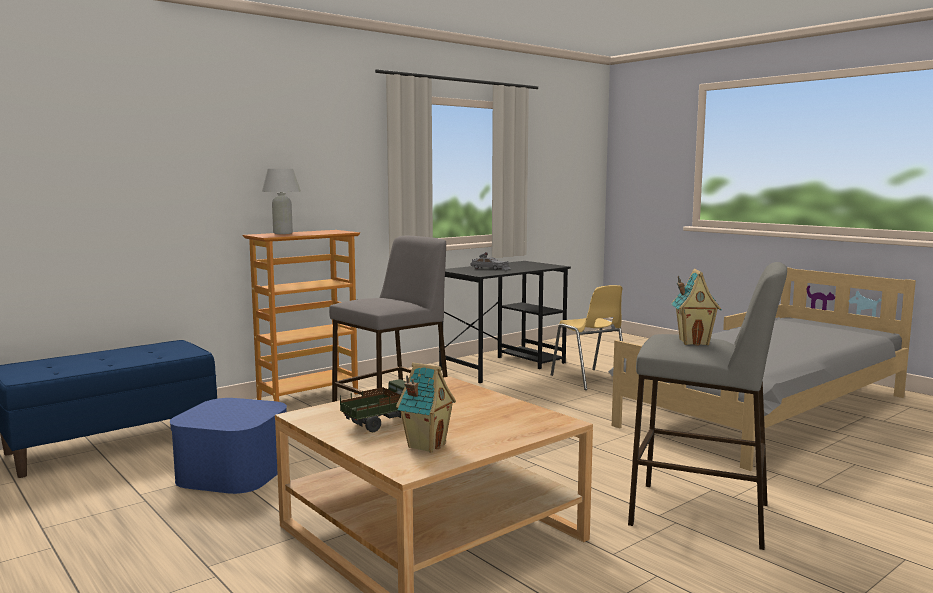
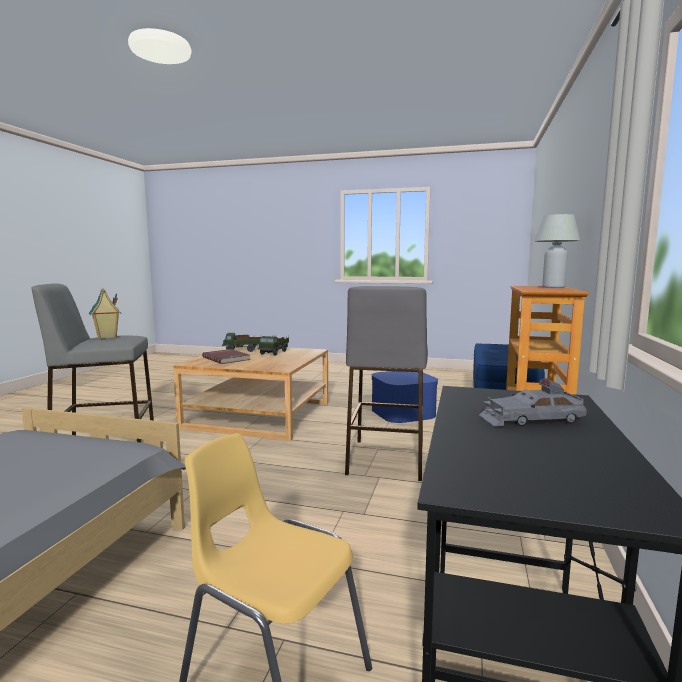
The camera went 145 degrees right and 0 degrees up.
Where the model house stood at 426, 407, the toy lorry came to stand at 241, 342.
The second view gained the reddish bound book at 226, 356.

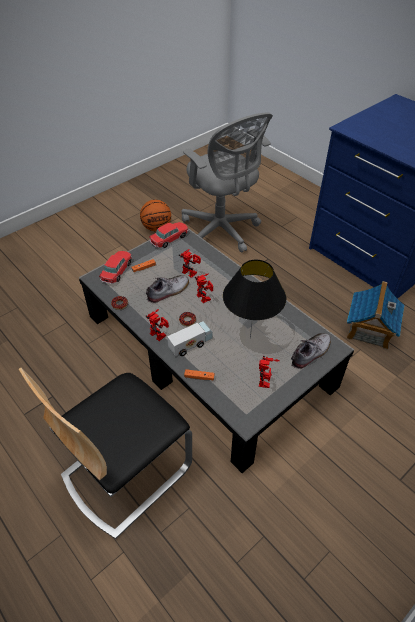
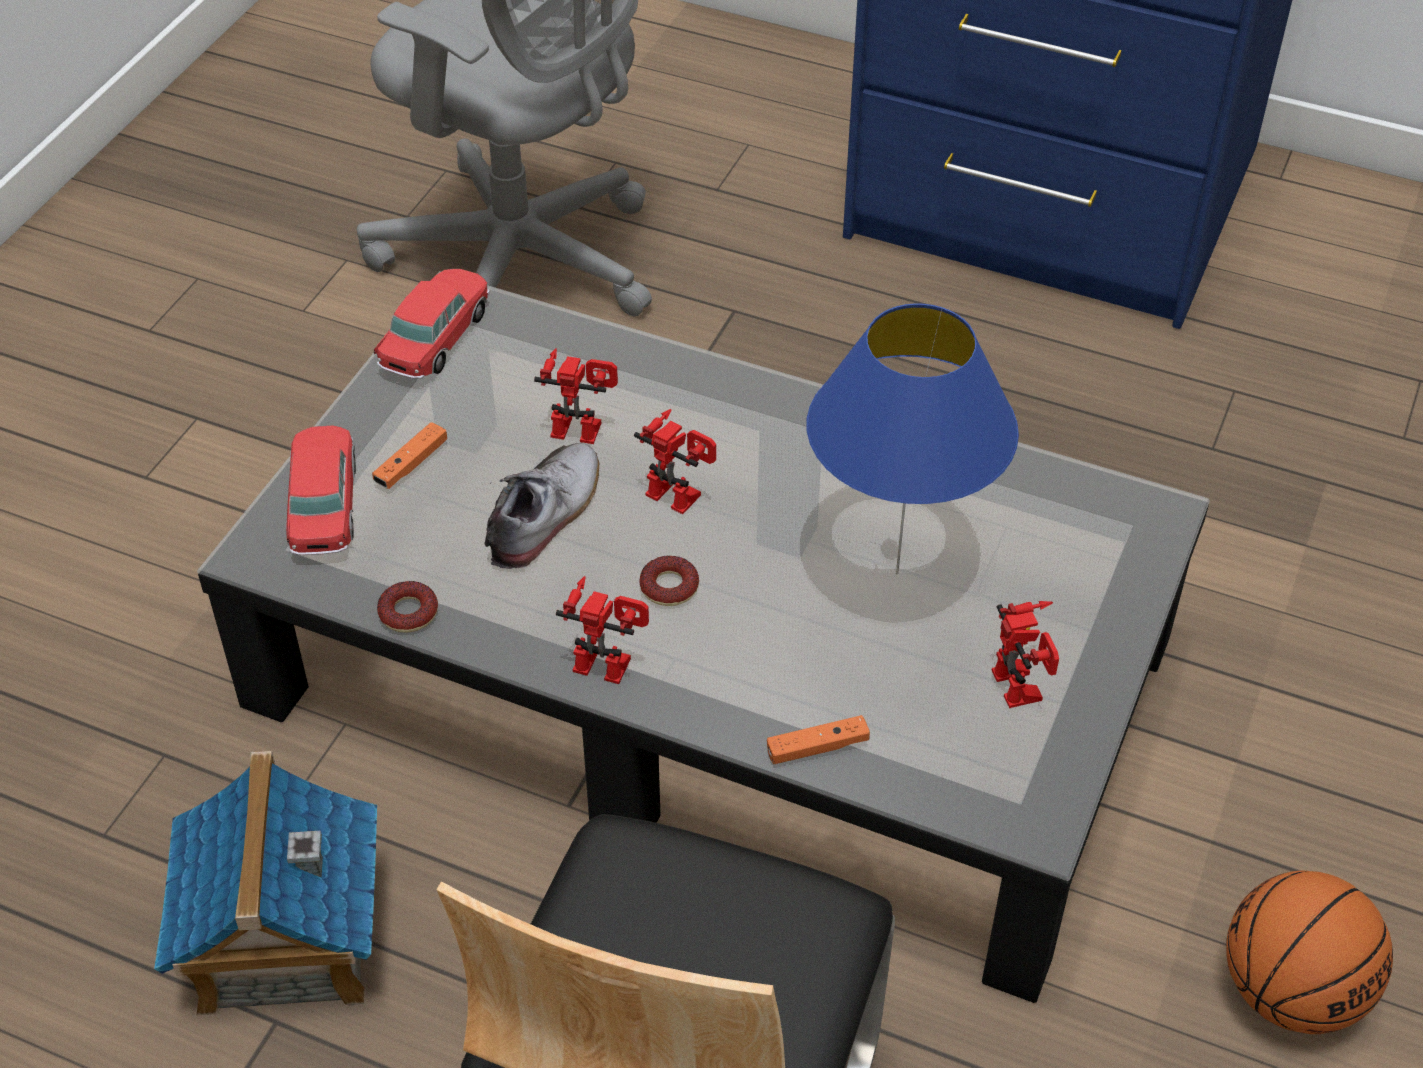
The camera went 25 degrees left and 0 degrees up.
The basketball ended up elsewhere, having gone from 155, 215 to 1309, 952.
What was the black lamp for a table at 254, 299 turned into the blue lamp for a table at 913, 438.
The model house ended up elsewhere, having gone from 376, 315 to 265, 883.
The second view lost the toy lorry at 190, 338.
The second view lost the shoe at 311, 351.

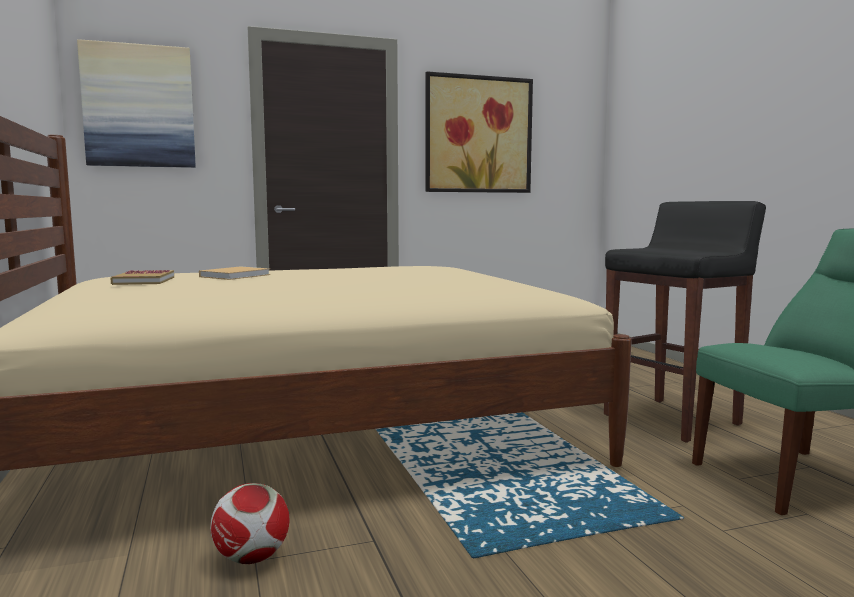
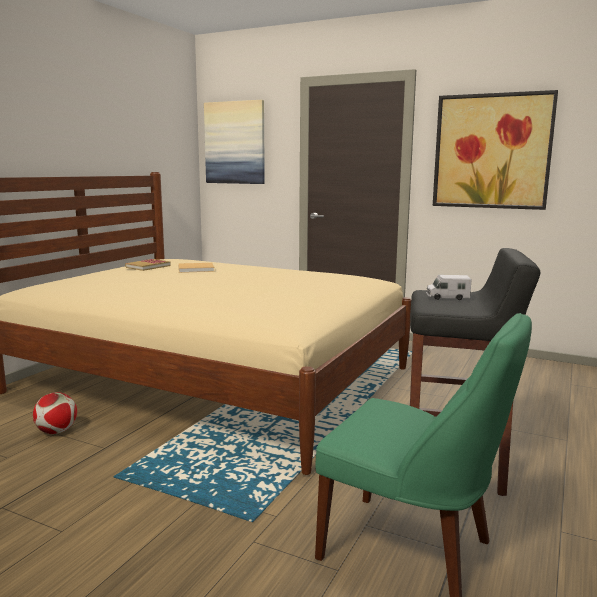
The camera went 45 degrees right and 5 degrees up.
The second view gained the toy lorry at 448, 287.

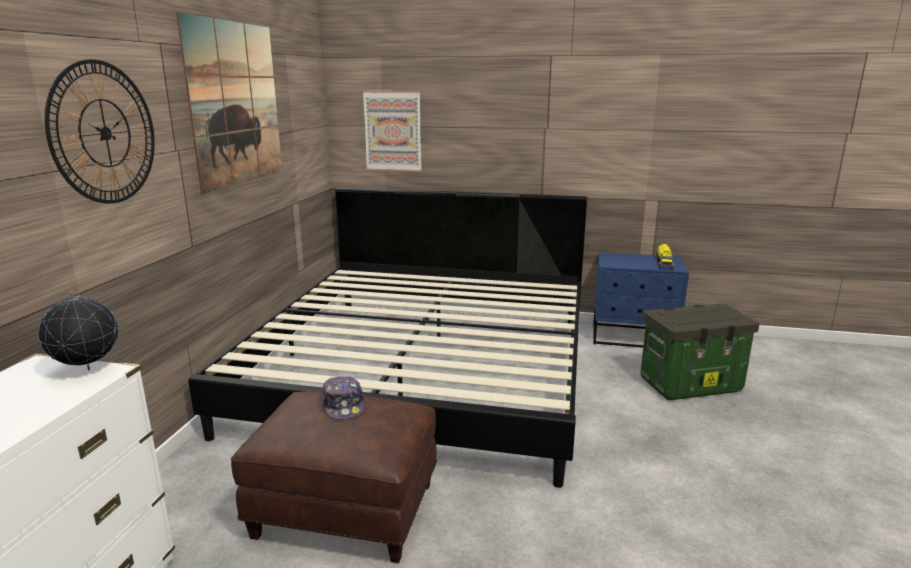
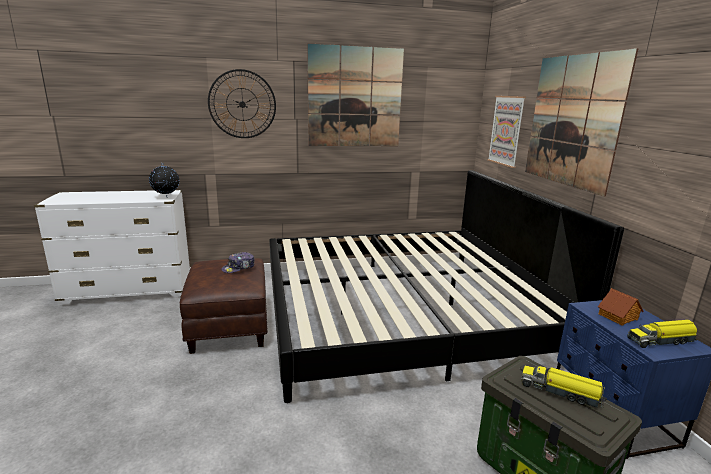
The camera went 65 degrees right and 0 degrees up.
The second view gained the wall picture at 582, 122.
The second view gained the model house at 620, 307.
The second view gained the toy lorry at 563, 386.

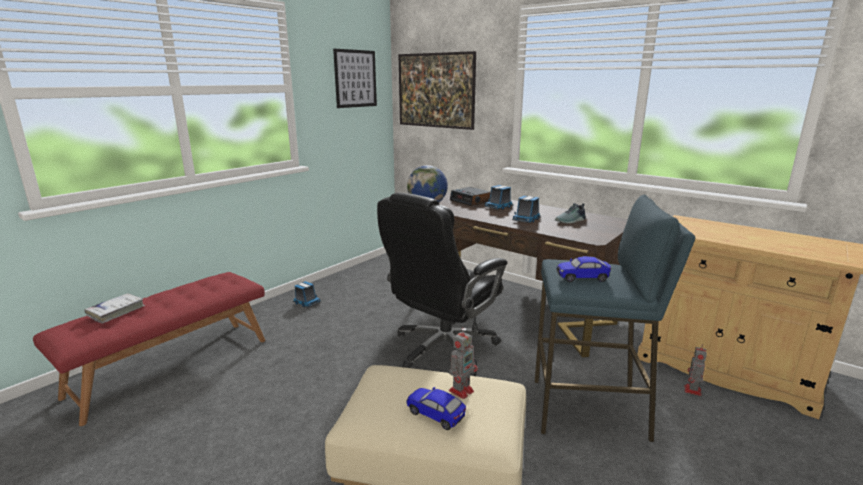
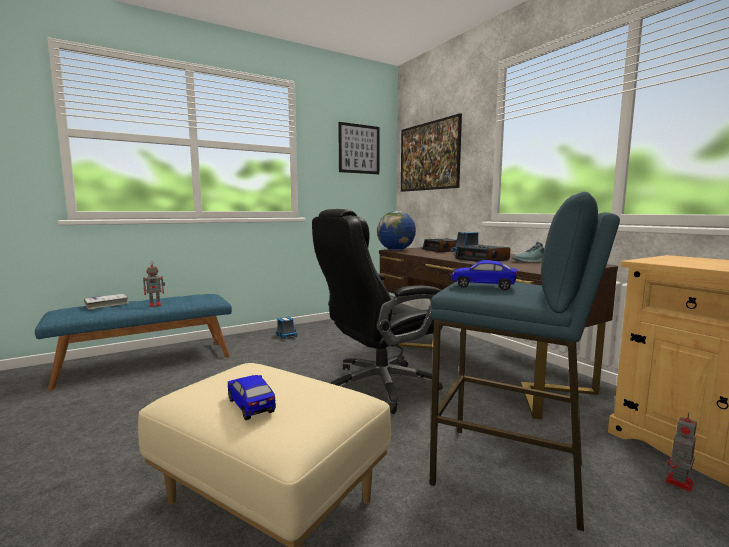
The camera went 20 degrees right and 10 degrees down.
Where the toy lorry stood at 526, 209, the bedside clock came to stand at 482, 253.
What was the reddish indoor bench at 149, 349 turned into the blue indoor bench at 133, 342.
The model robot ended up elsewhere, having gone from 463, 363 to 154, 284.

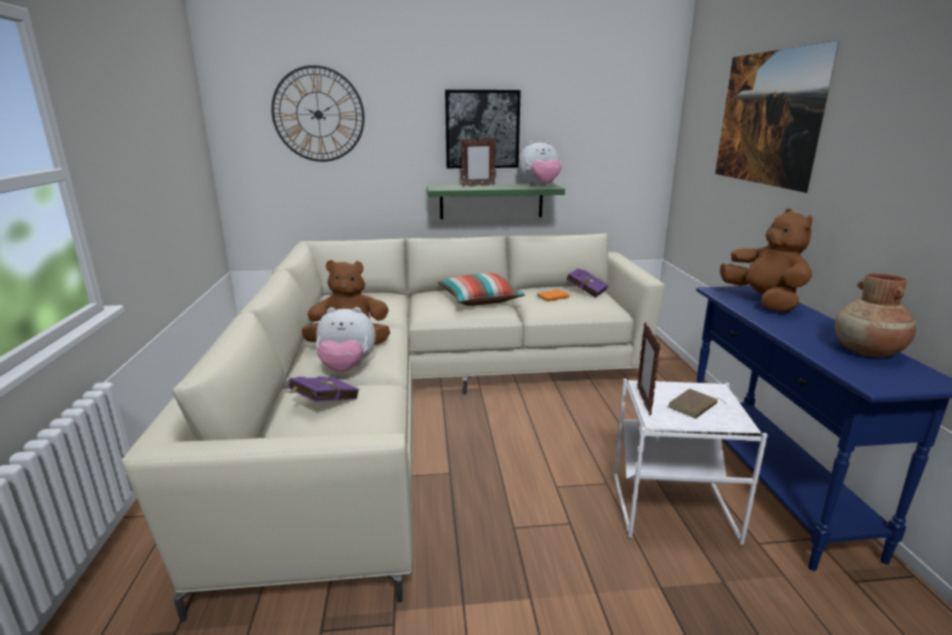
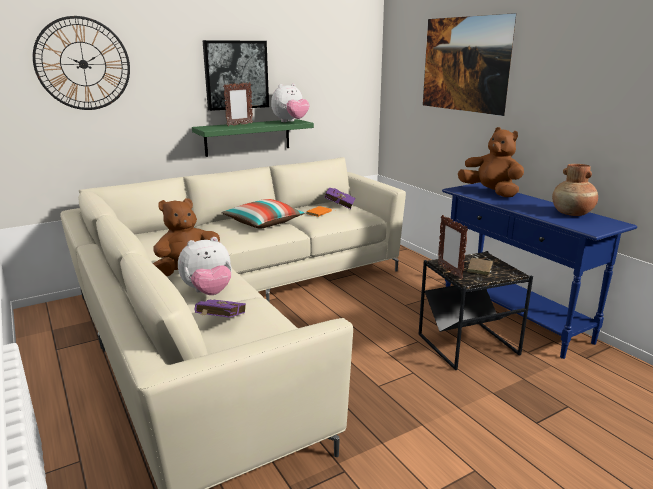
The camera went 25 degrees left and 0 degrees up.
What was the whitish end table at 690, 462 turned into the black end table at 475, 310.

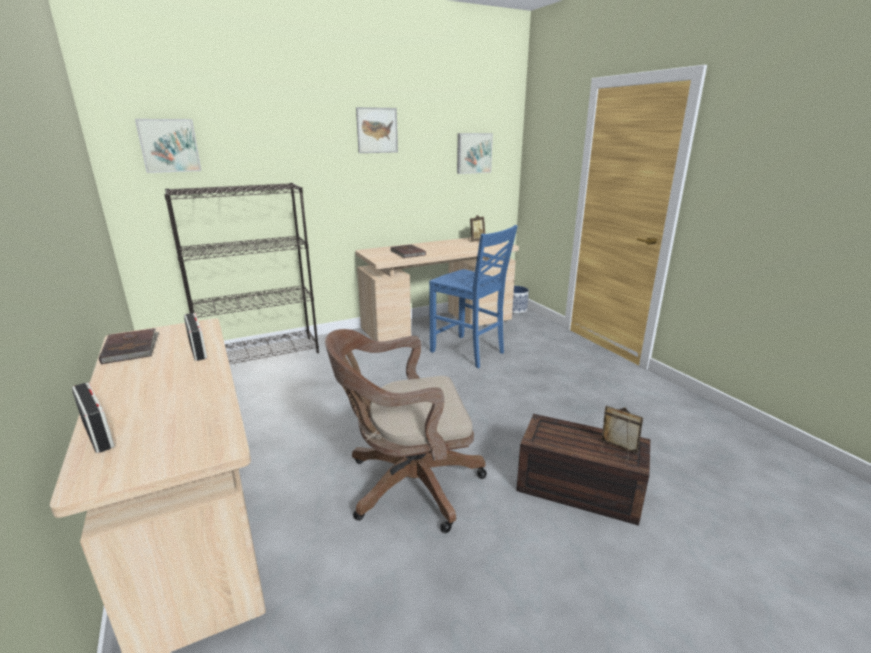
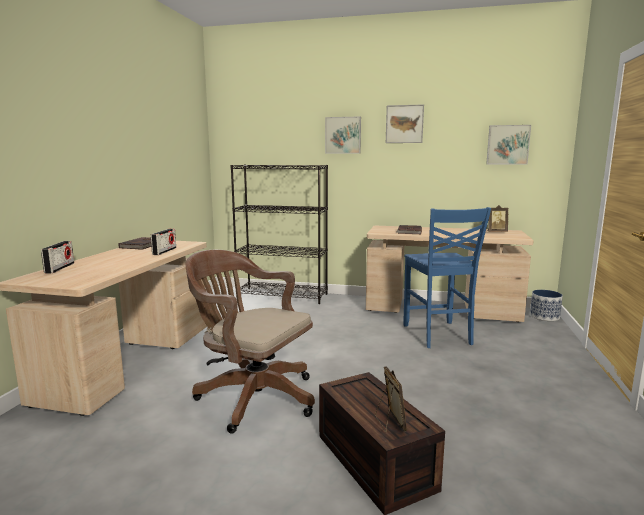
The camera went 40 degrees right and 10 degrees down.
The wall picture ended up elsewhere, having gone from 168, 146 to 343, 135.

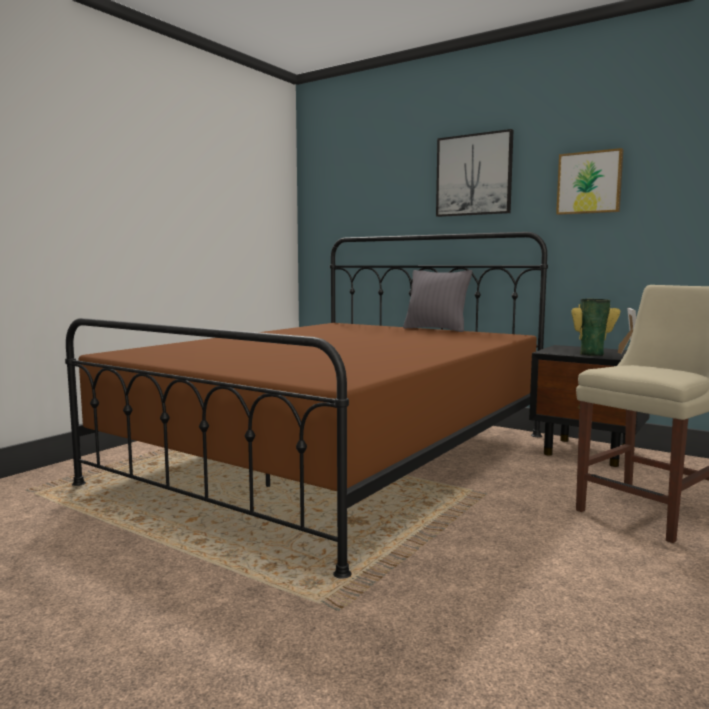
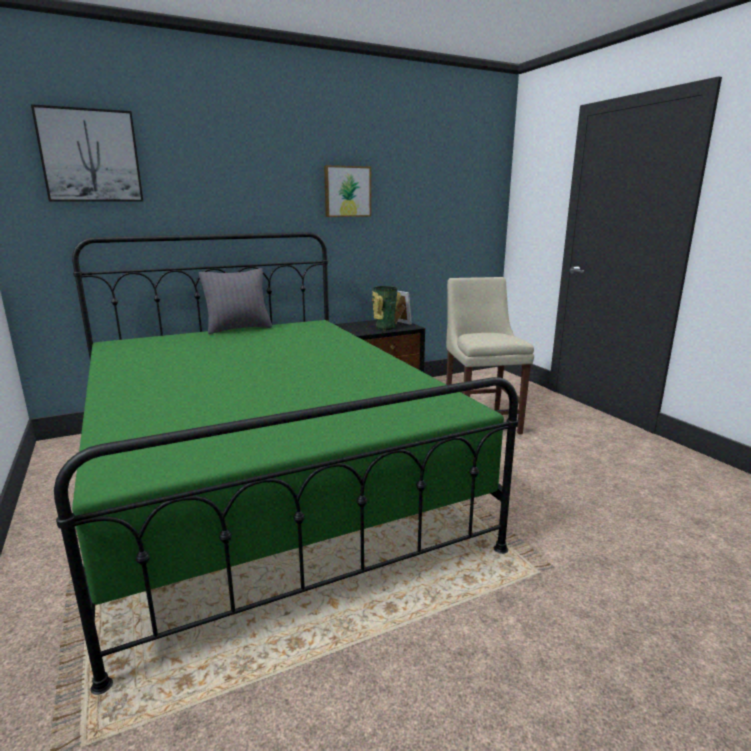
The camera went 60 degrees left and 10 degrees up.
The wall picture ended up elsewhere, having gone from 474, 173 to 87, 153.
What was the brownish bedroom bed at 306, 405 turned into the greenish bedroom bed at 286, 463.

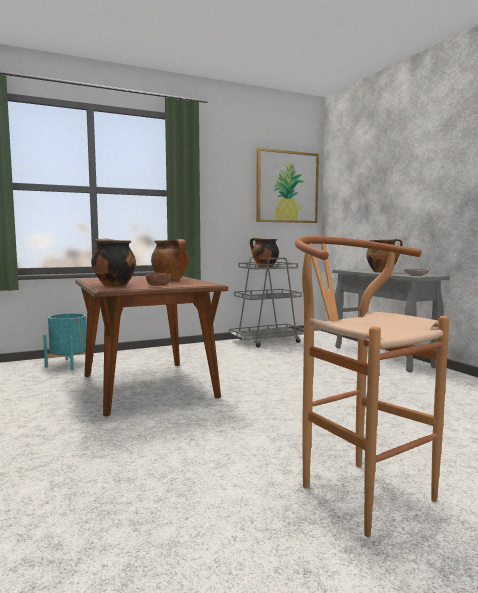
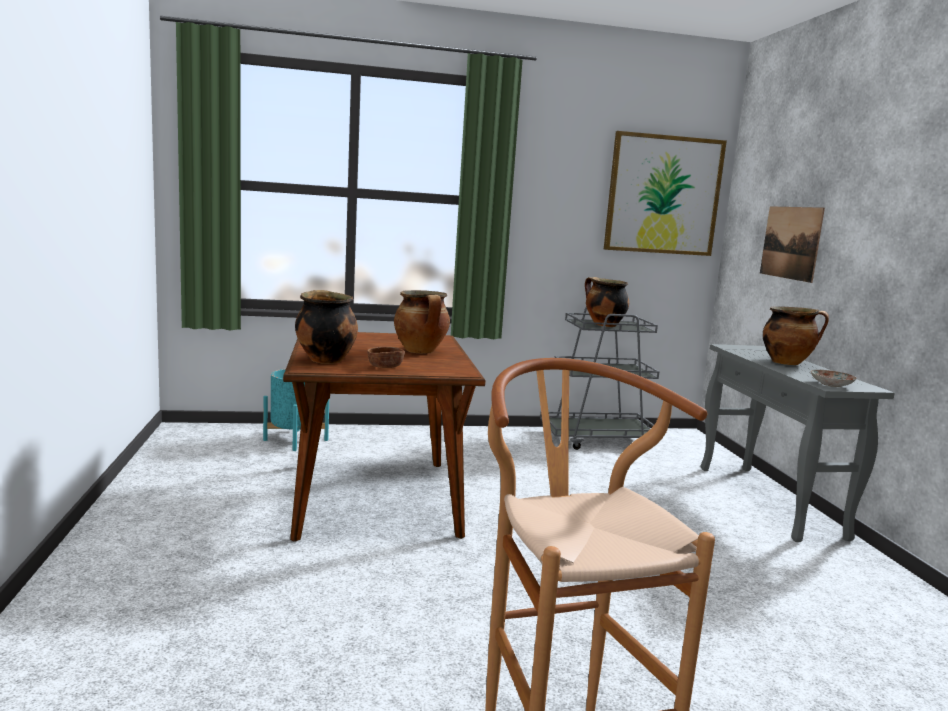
The camera went 15 degrees right and 5 degrees up.
The second view gained the wall picture at 792, 244.

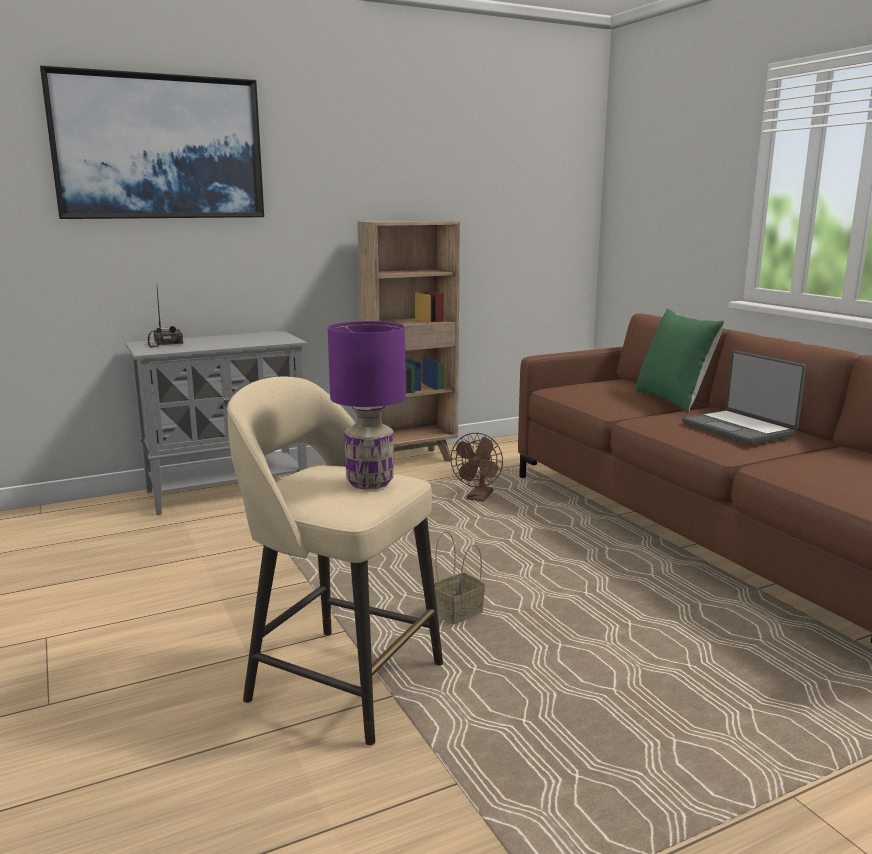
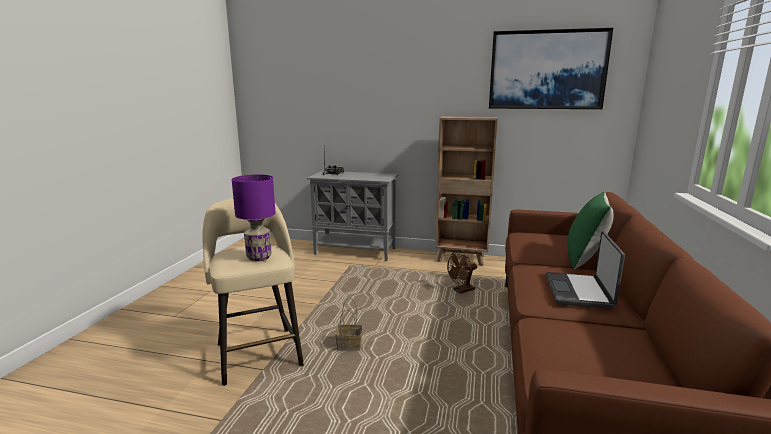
The camera went 40 degrees right and 0 degrees up.
The wall picture ended up elsewhere, having gone from 152, 142 to 551, 68.

